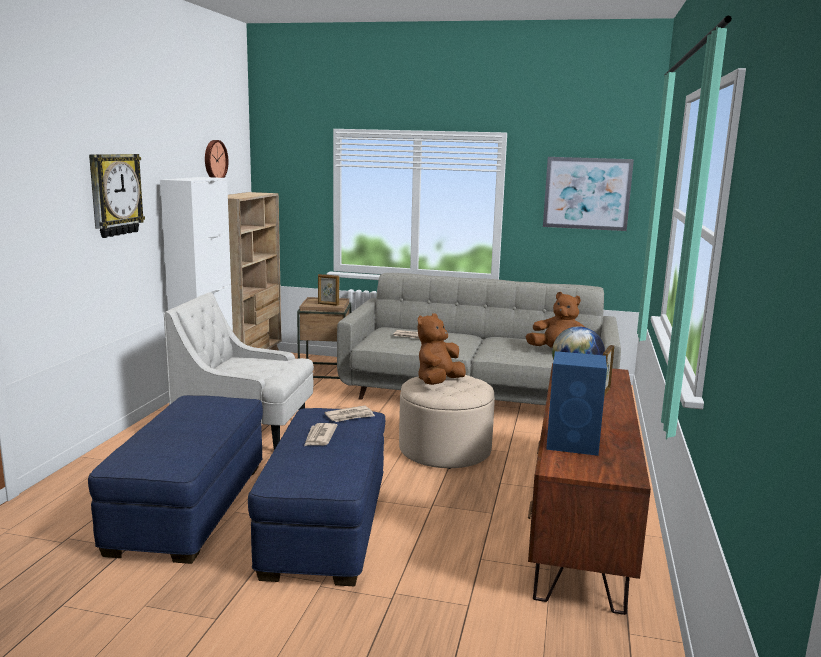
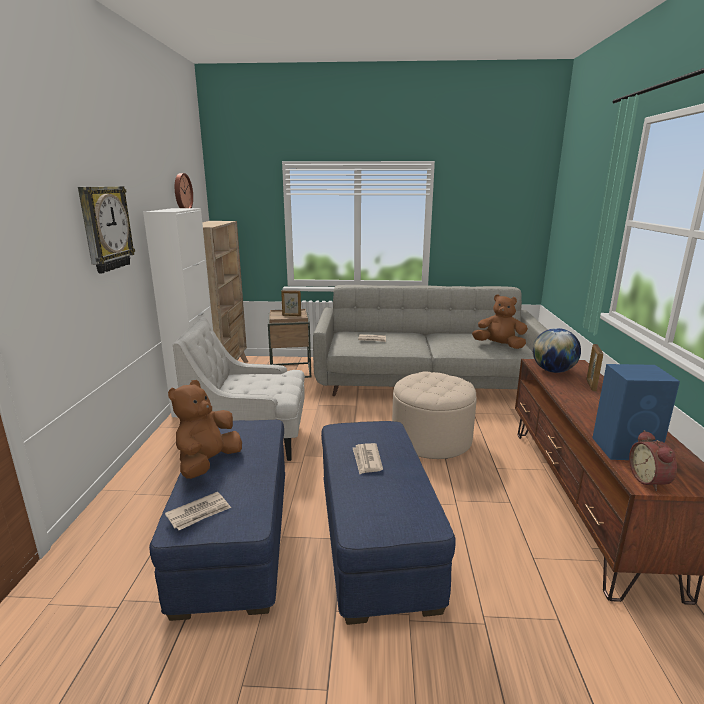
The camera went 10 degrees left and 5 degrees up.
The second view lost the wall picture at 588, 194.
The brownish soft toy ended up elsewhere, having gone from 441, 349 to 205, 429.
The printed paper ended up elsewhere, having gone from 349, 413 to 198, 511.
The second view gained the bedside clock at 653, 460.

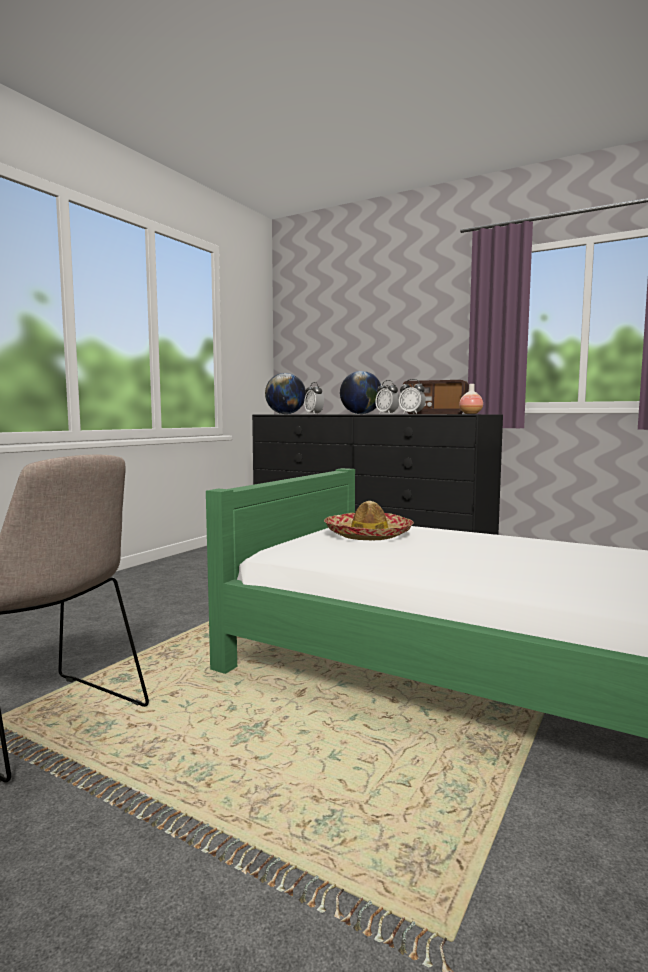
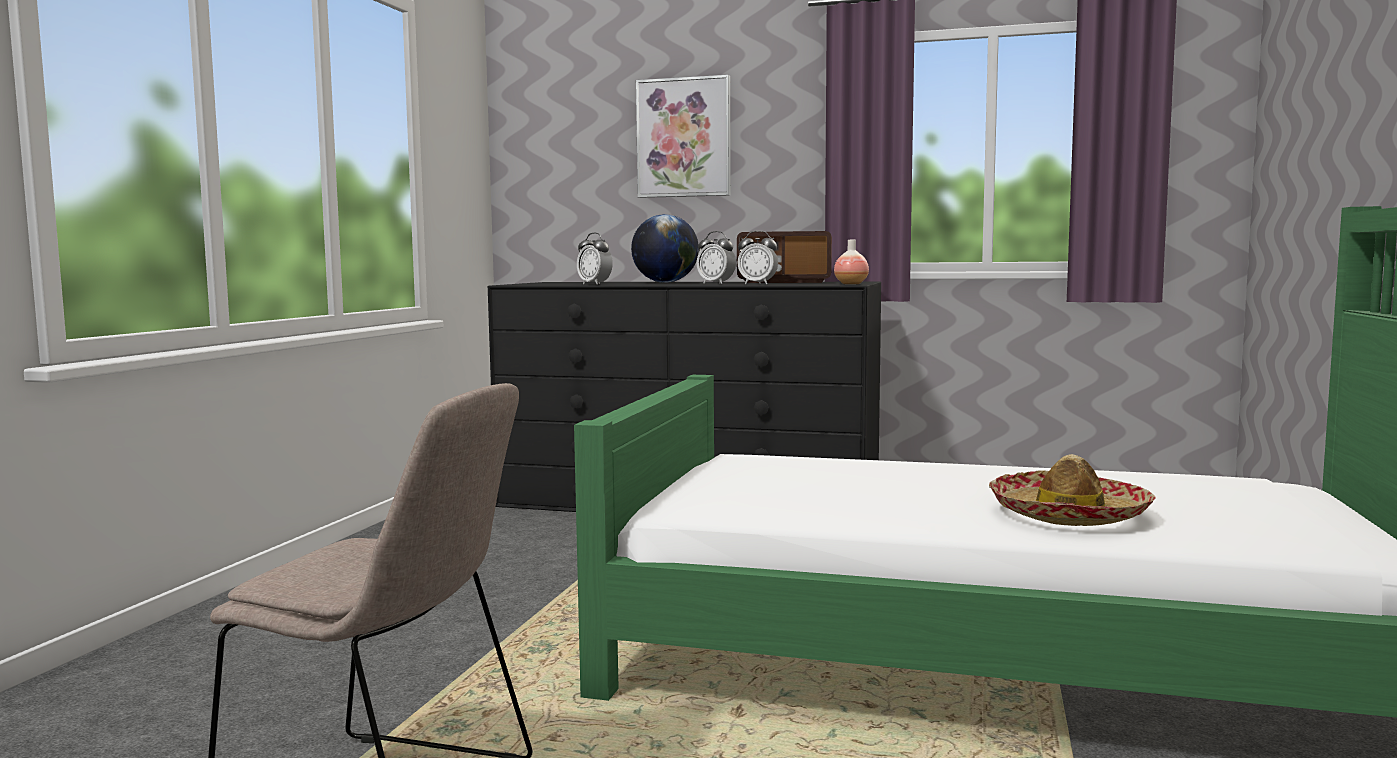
The camera went 15 degrees left and 0 degrees up.
The second view lost the desk globe at 285, 393.
The hat ended up elsewhere, having gone from 369, 520 to 1072, 490.
The second view gained the wall picture at 683, 136.

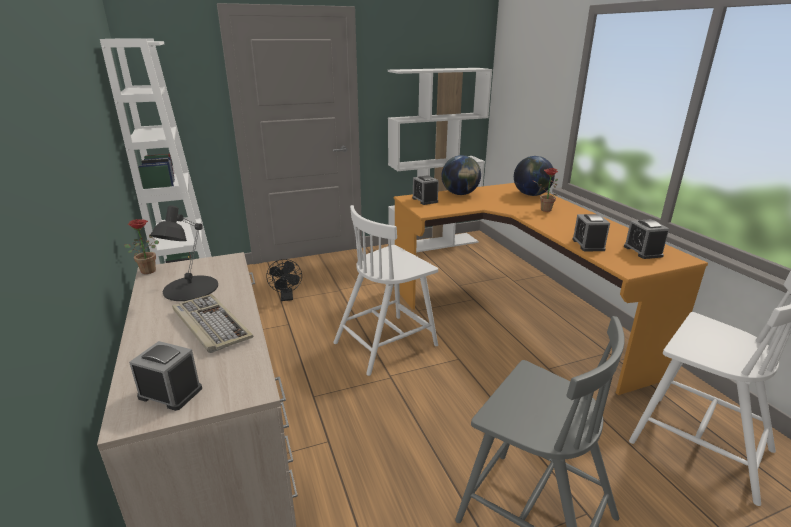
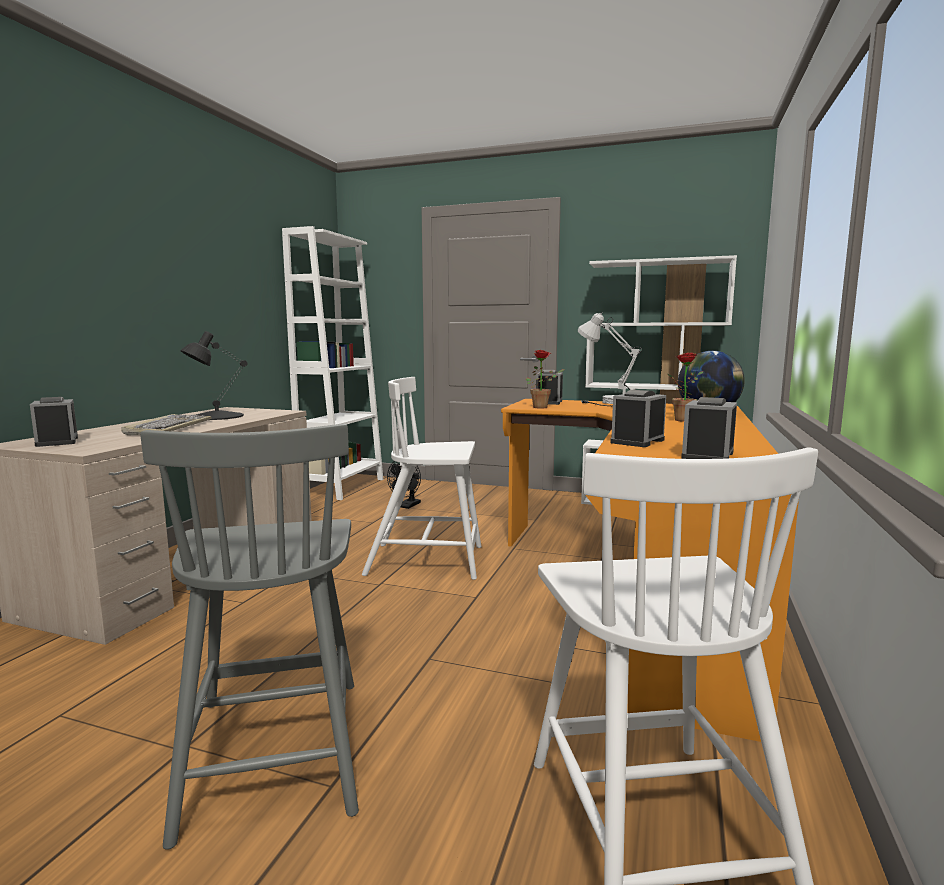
The camera went 40 degrees right and 15 degrees down.
Where the desk globe stood at 461, 175, the whitish lamp for a table came to stand at 610, 359.
The plant in a pot ended up elsewhere, having gone from 141, 246 to 545, 379.

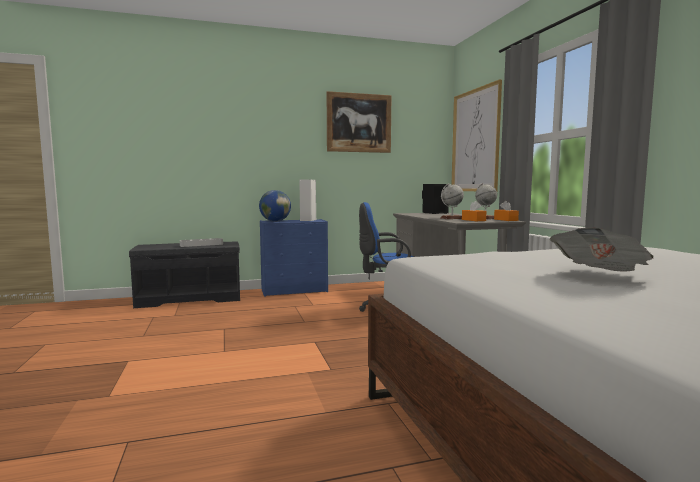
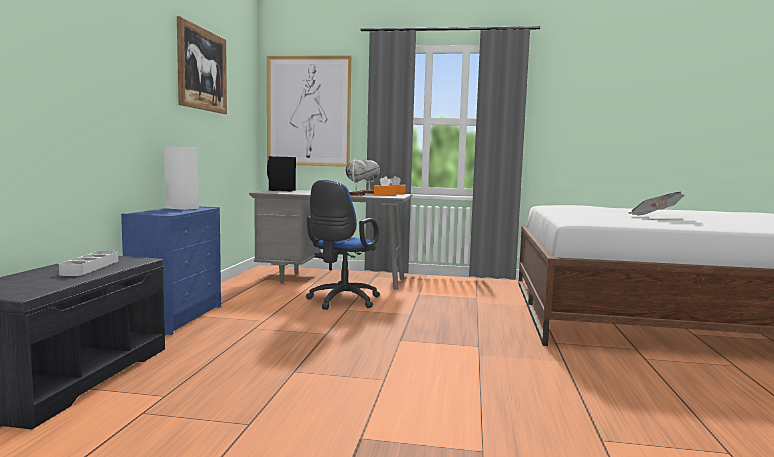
The camera went 65 degrees left and 0 degrees up.
The second view lost the desk globe at 275, 206.

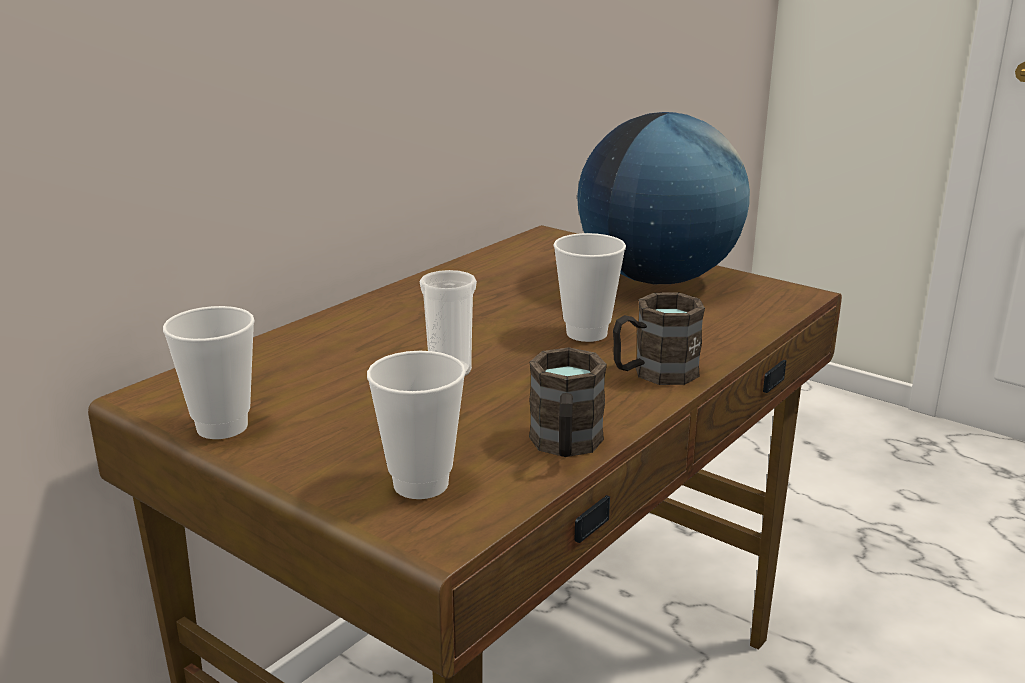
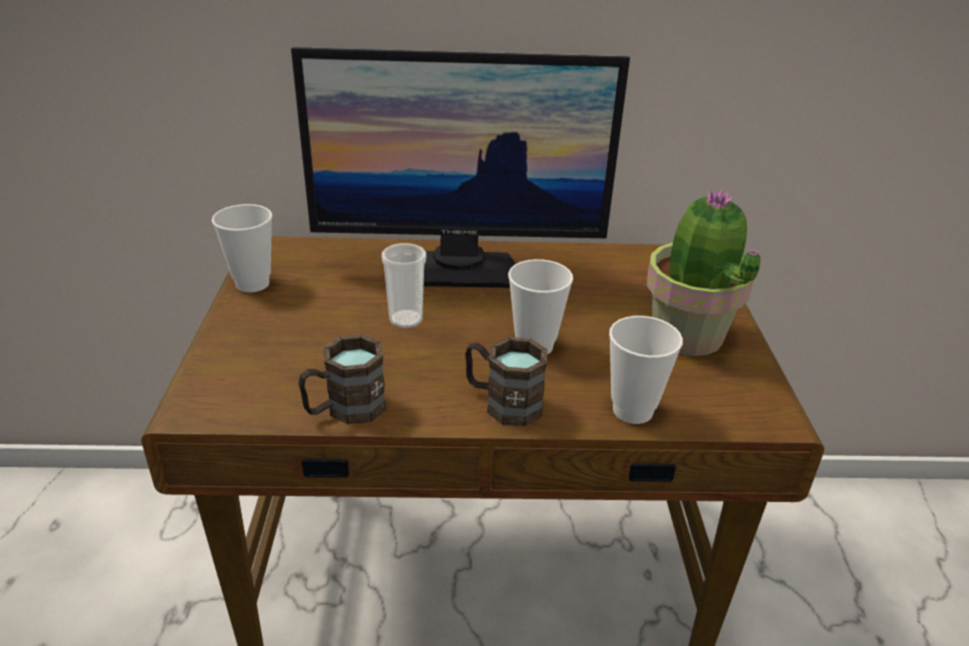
The camera went 50 degrees right and 10 degrees up.
Where the desk globe stood at 663, 198, the plant in a pot came to stand at 703, 272.
The cup ended up elsewhere, having gone from 416, 425 to 646, 370.
The second view gained the monitor at 460, 167.

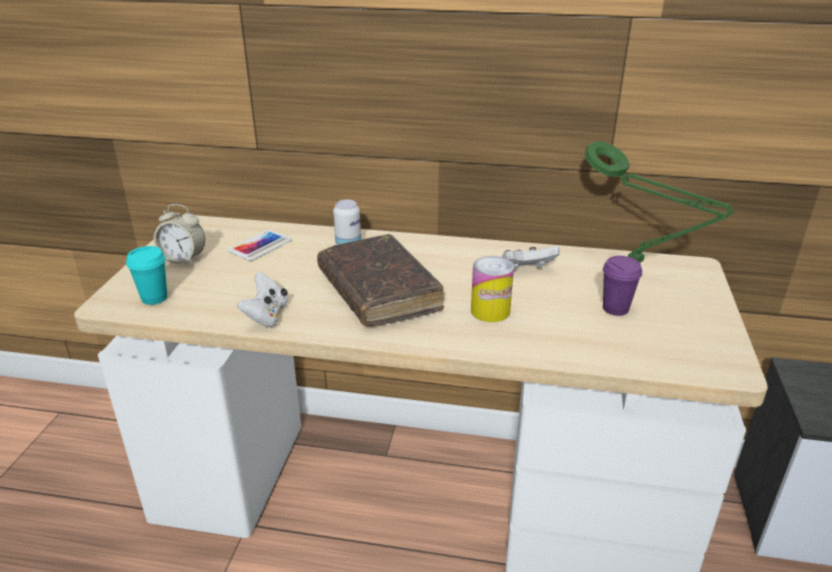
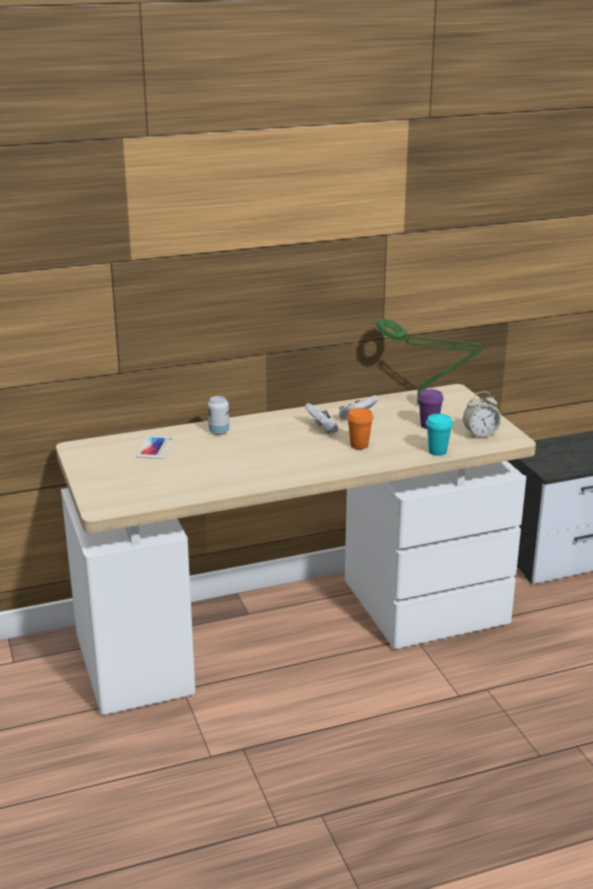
The camera went 30 degrees left and 5 degrees down.
The bedside clock ended up elsewhere, having gone from 179, 234 to 482, 415.
The second view lost the brownish bound book at 380, 280.
The turquoise cup ended up elsewhere, having gone from 146, 275 to 439, 435.
Where the can stood at 492, 289, the orangey cup came to stand at 360, 428.
The whitish game controller ended up elsewhere, having gone from 262, 299 to 322, 418.

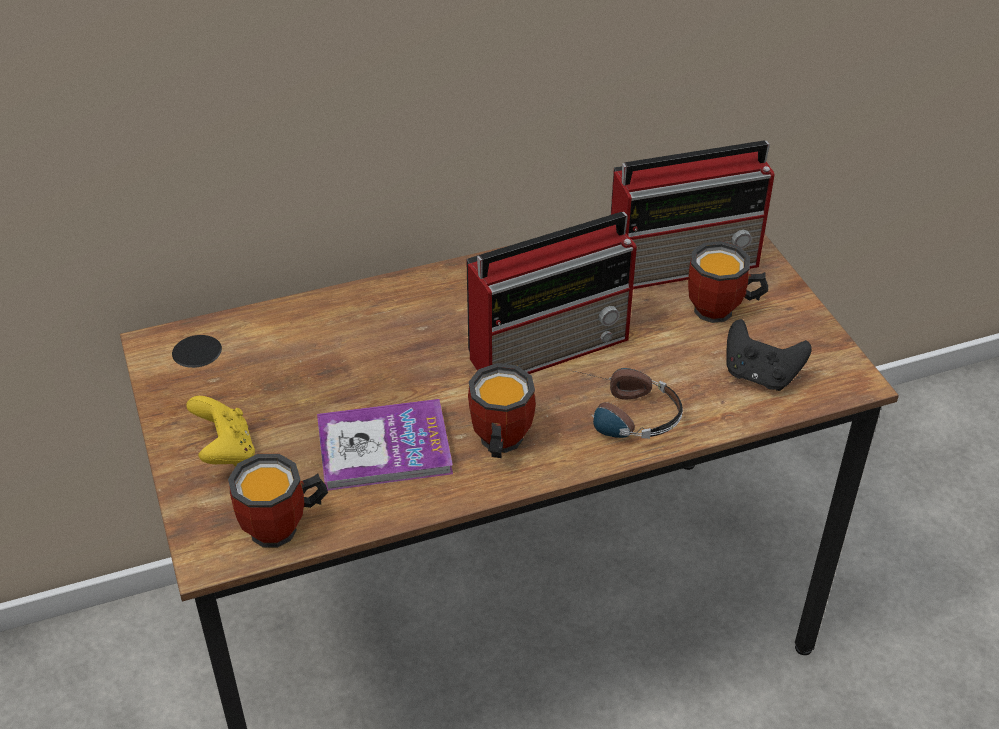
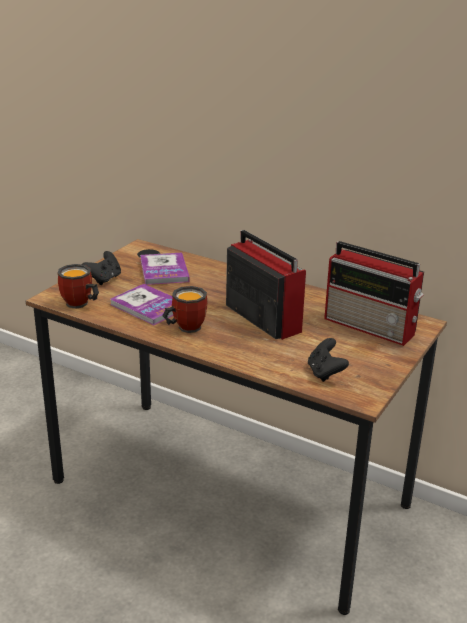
The camera went 50 degrees right and 15 degrees down.
The radio receiver at 551, 293 ended up facing another way, 150 degrees counterclockwise from before.
The second view lost the tea mug at 728, 282.
The second view lost the headphones at 628, 403.
What was the yellow game controller at 220, 431 turned into the black game controller at 101, 268.
The second view gained the bound book at 165, 269.

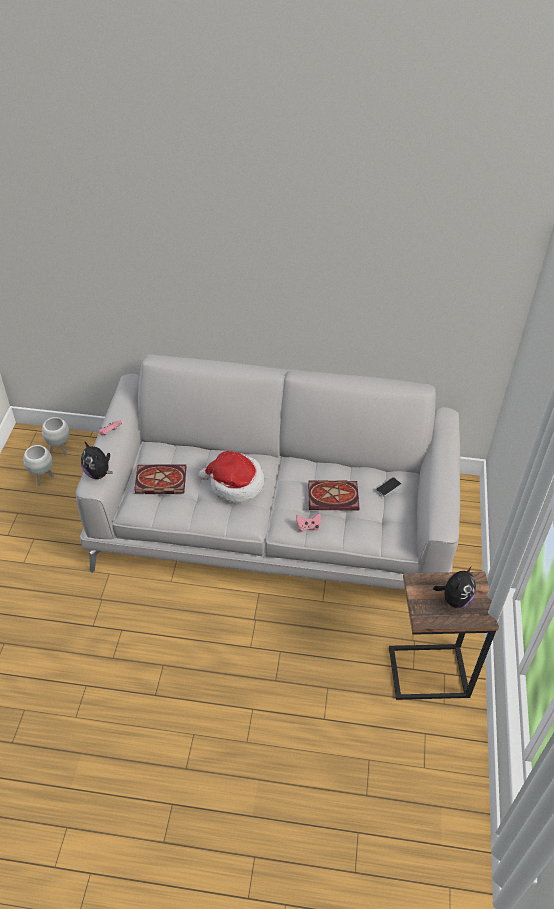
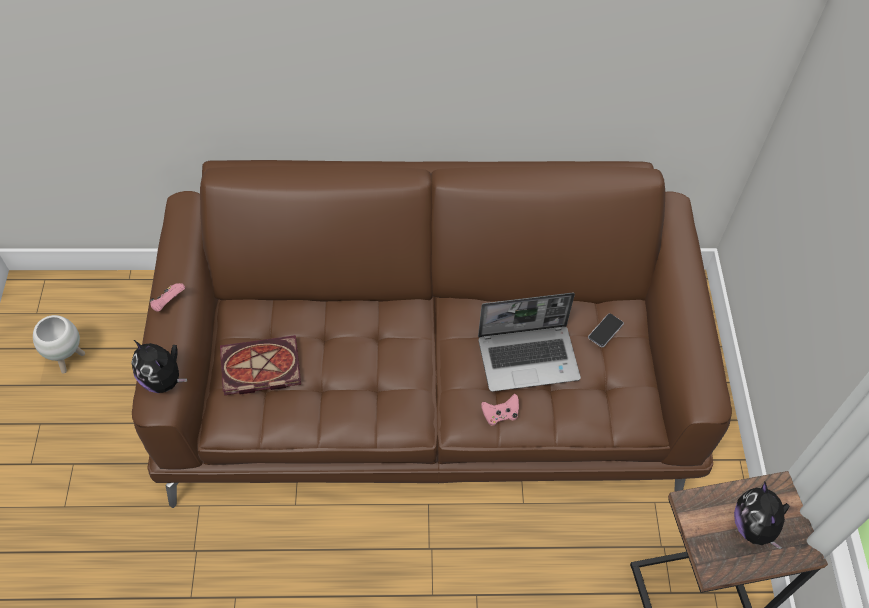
The camera went 10 degrees left and 10 degrees up.
What was the greyish sofa at 268, 472 turned into the brownish sofa at 432, 334.
The second view lost the whitish plant pot at 56, 436.
The second view lost the hat at 231, 477.
Where the bound book stood at 333, 495, the laptop came to stand at 529, 342.
The soft toy at 454, 587 ended up facing another way, 150 degrees clockwise from before.

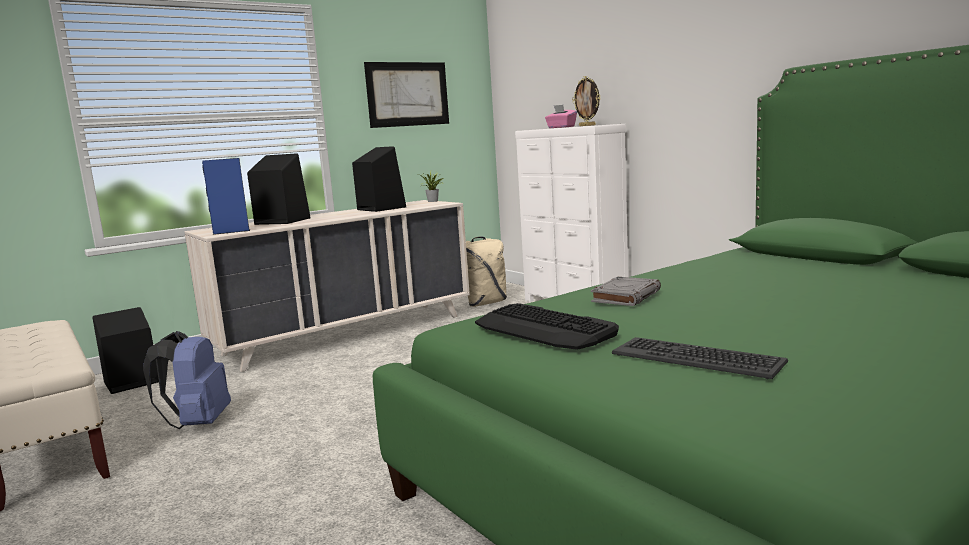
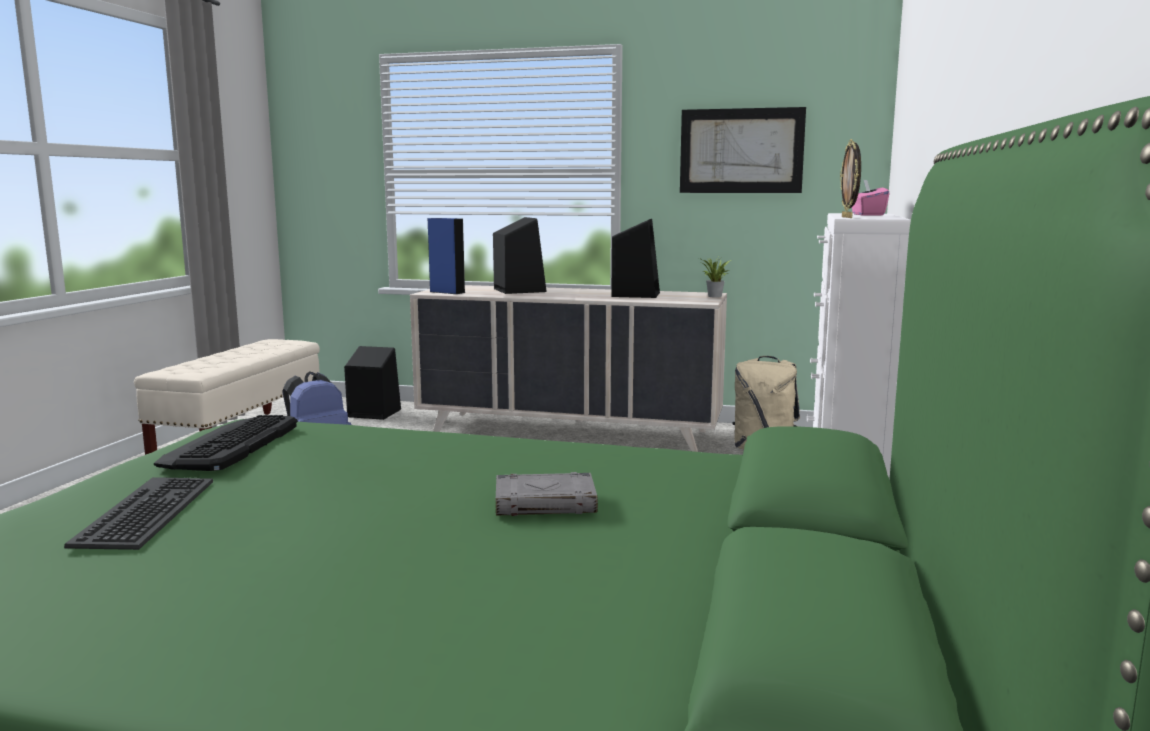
The camera went 50 degrees right and 0 degrees up.
The greyish bound book ended up elsewhere, having gone from 626, 291 to 547, 494.

